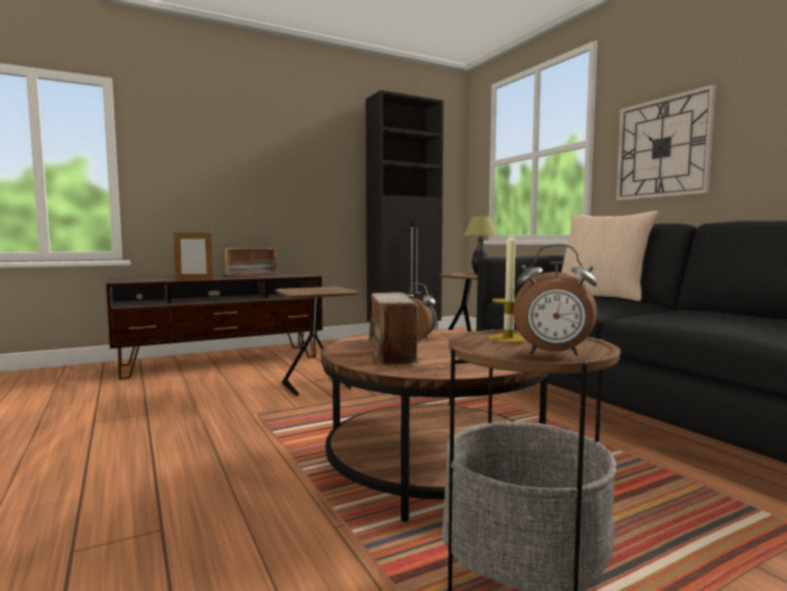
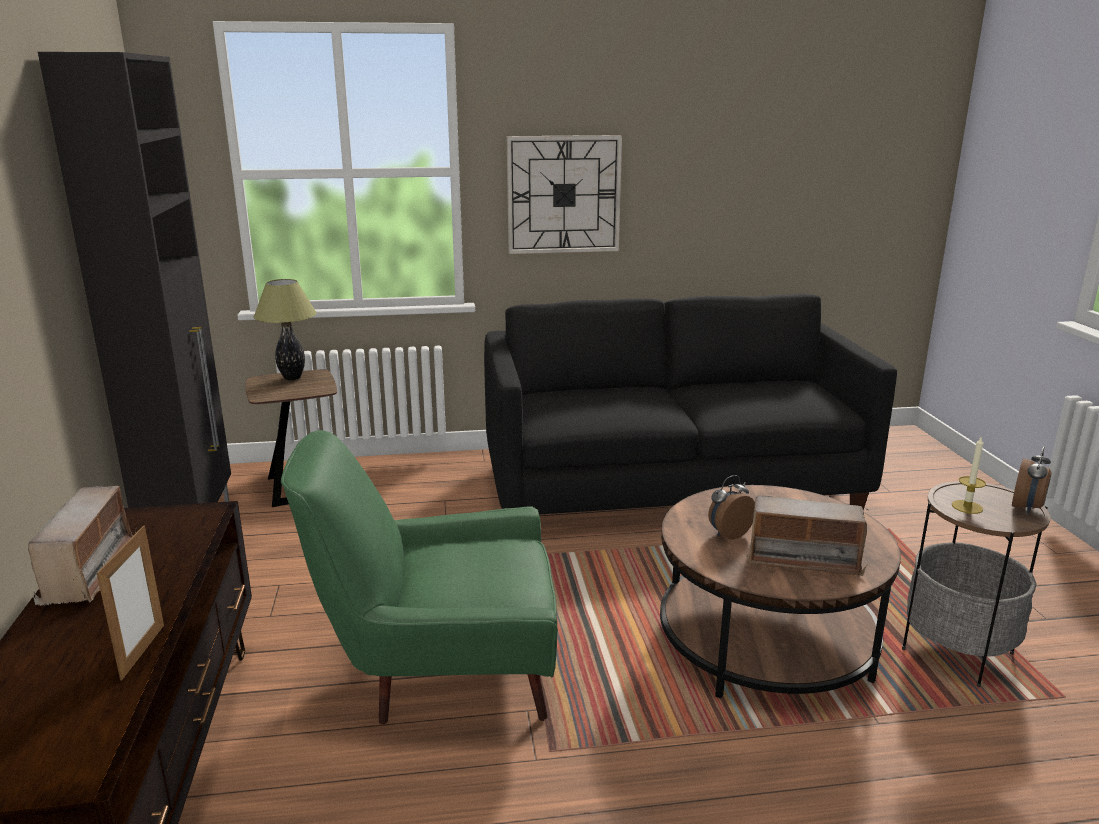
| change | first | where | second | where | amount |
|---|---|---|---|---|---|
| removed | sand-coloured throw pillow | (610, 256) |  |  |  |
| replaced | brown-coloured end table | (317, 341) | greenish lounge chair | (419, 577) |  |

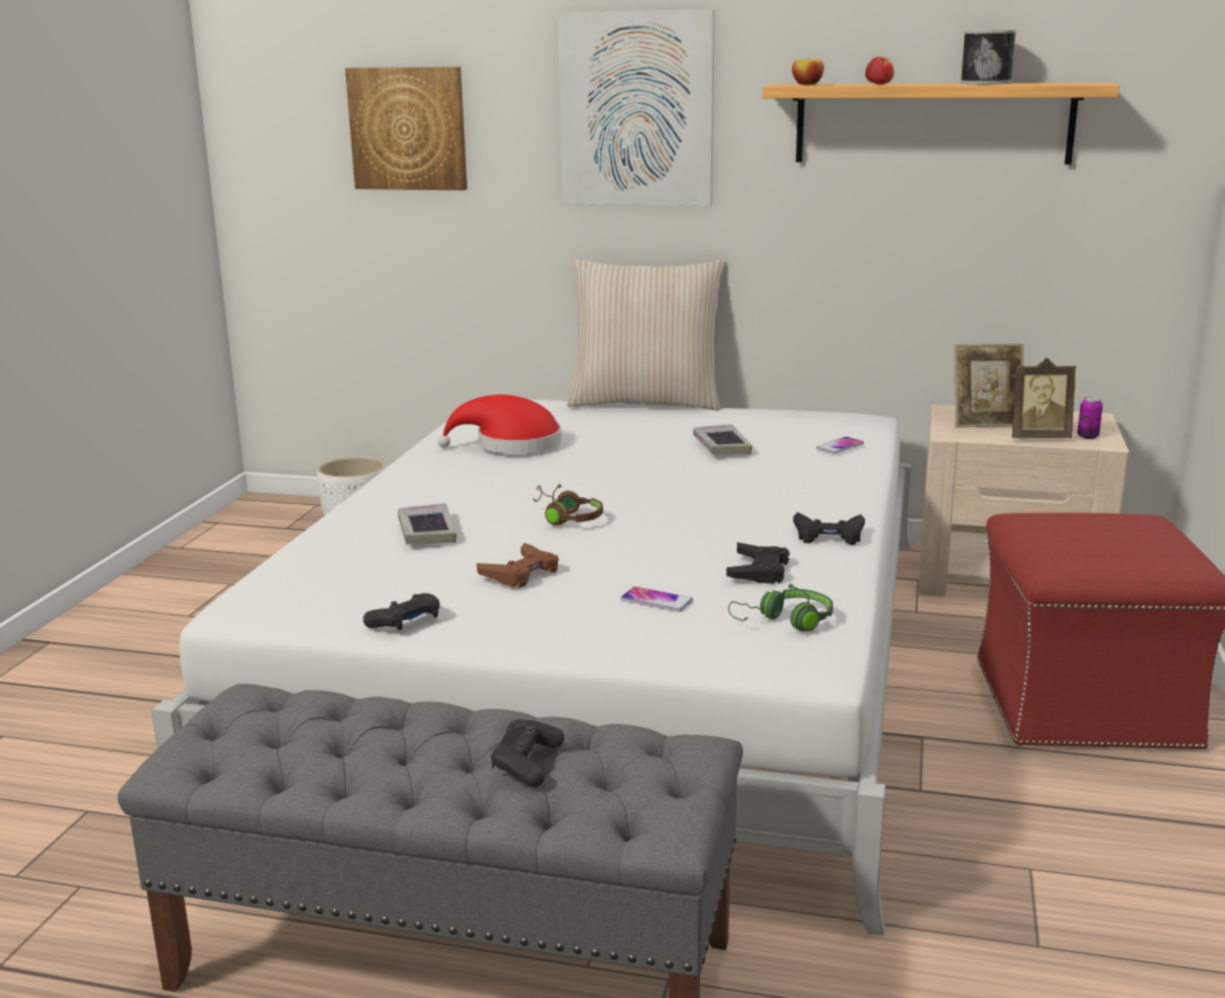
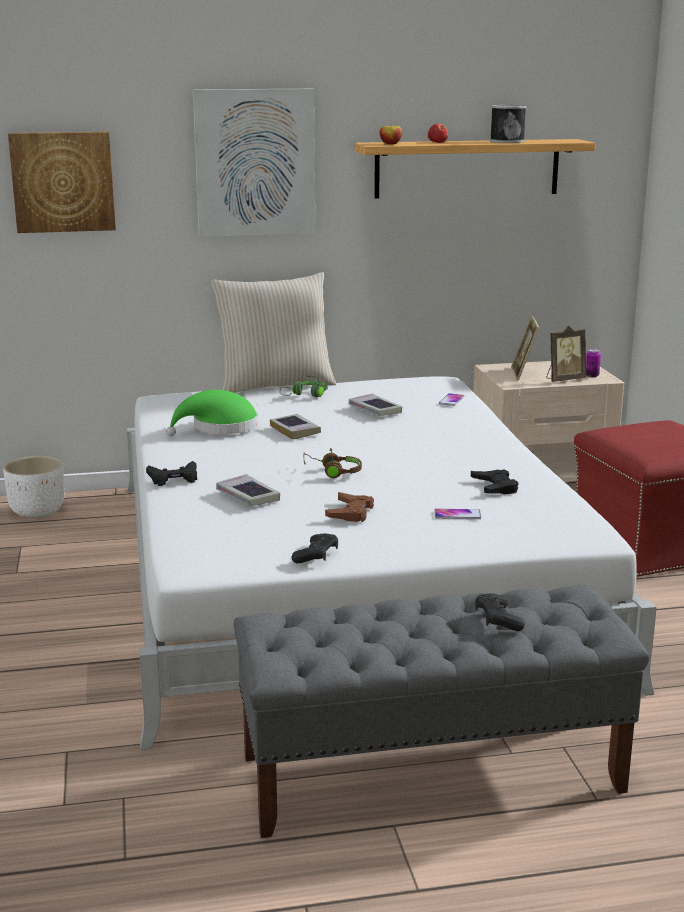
| change | first | where | second | where | amount |
|---|---|---|---|---|---|
| turned | picture frame | (989, 386) |  | (525, 348) | 120 degrees clockwise |
| recoloured | red-coloured clothing hat | (499, 424) | greenish clothing hat | (212, 413) |  |
| moved | blackish joypad | (829, 528) |  | (171, 473) |  |
| moved | greenish headphones | (780, 608) |  | (303, 386) |  |
| added |  |  | book | (295, 427) |  |

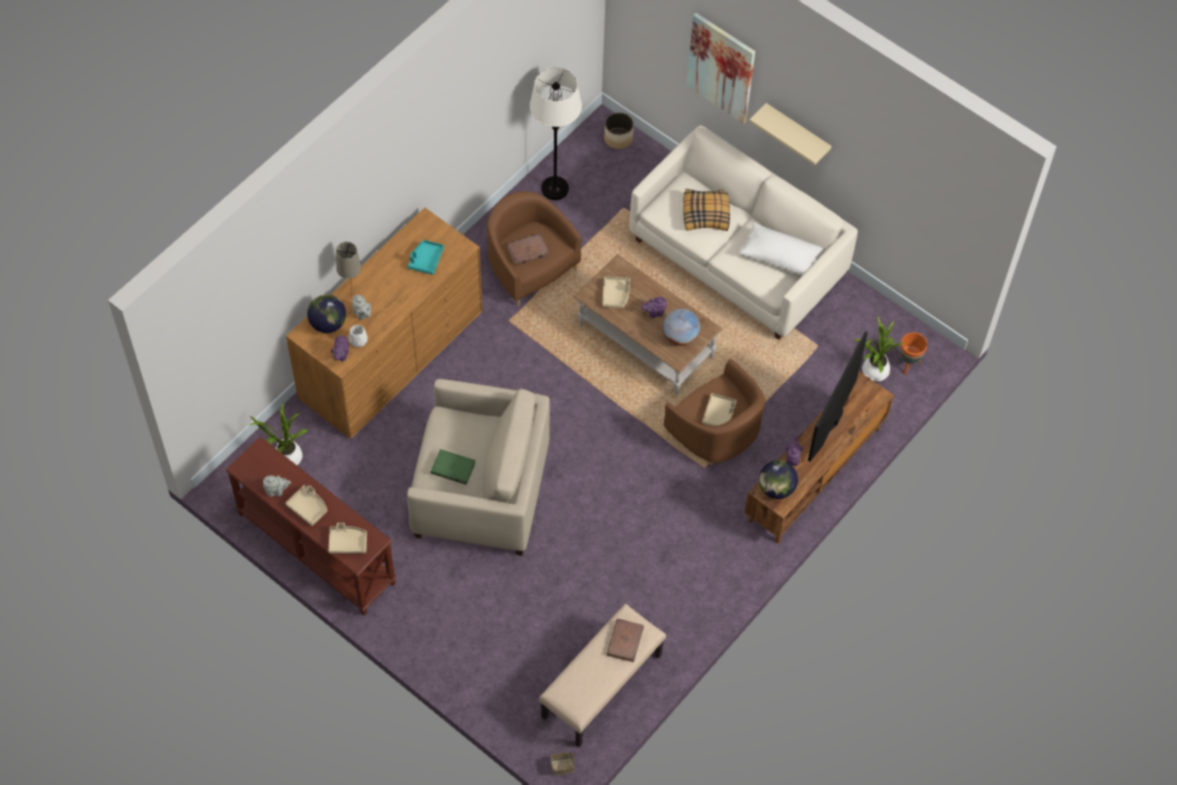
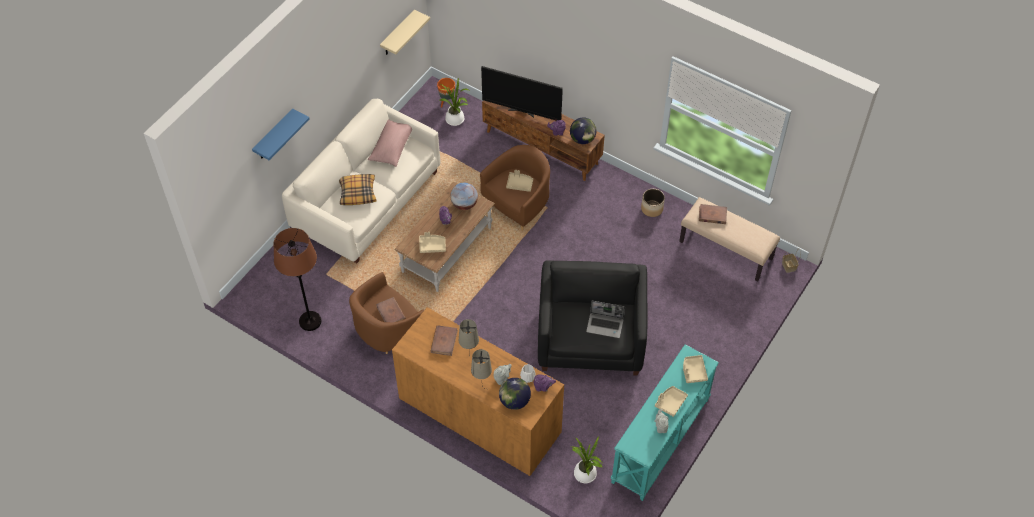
| change | first | where | second | where | amount |
|---|---|---|---|---|---|
| replaced | wall art | (721, 68) | blue-coloured shelf | (281, 134) |  |
| recoloured | white standing lamp | (556, 133) | brown-coloured standing lamp | (297, 279) |  |
| moved | sand-coloured shelf | (790, 134) |  | (405, 32) |  |
| moved | plant pot | (618, 130) |  | (653, 203) |  |
| recoloured | white throw pillow | (781, 248) | pink-coloured throw pillow | (390, 143) |  |
| replaced | turquoise-coloured carrying tray | (426, 257) | brown-coloured book | (444, 340) |  |
| recoloured | sand-coloured lounge chair | (478, 467) | blackish lounge chair | (592, 318) |  |
| recoloured | brown-coloured narrow table | (310, 526) | turquoise-coloured narrow table | (665, 422) |  |
| replaced | greenish book | (453, 467) | portable computer | (605, 319) |  |
| added |  |  | sand-coloured table lamp | (469, 336) |  |

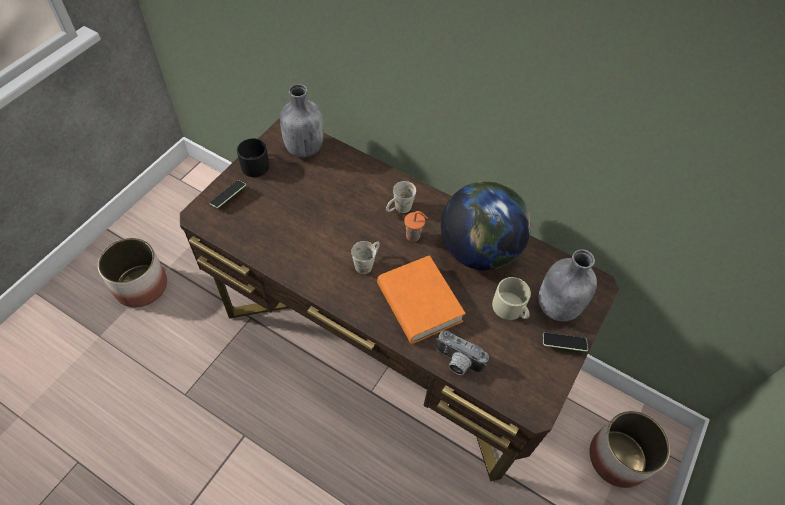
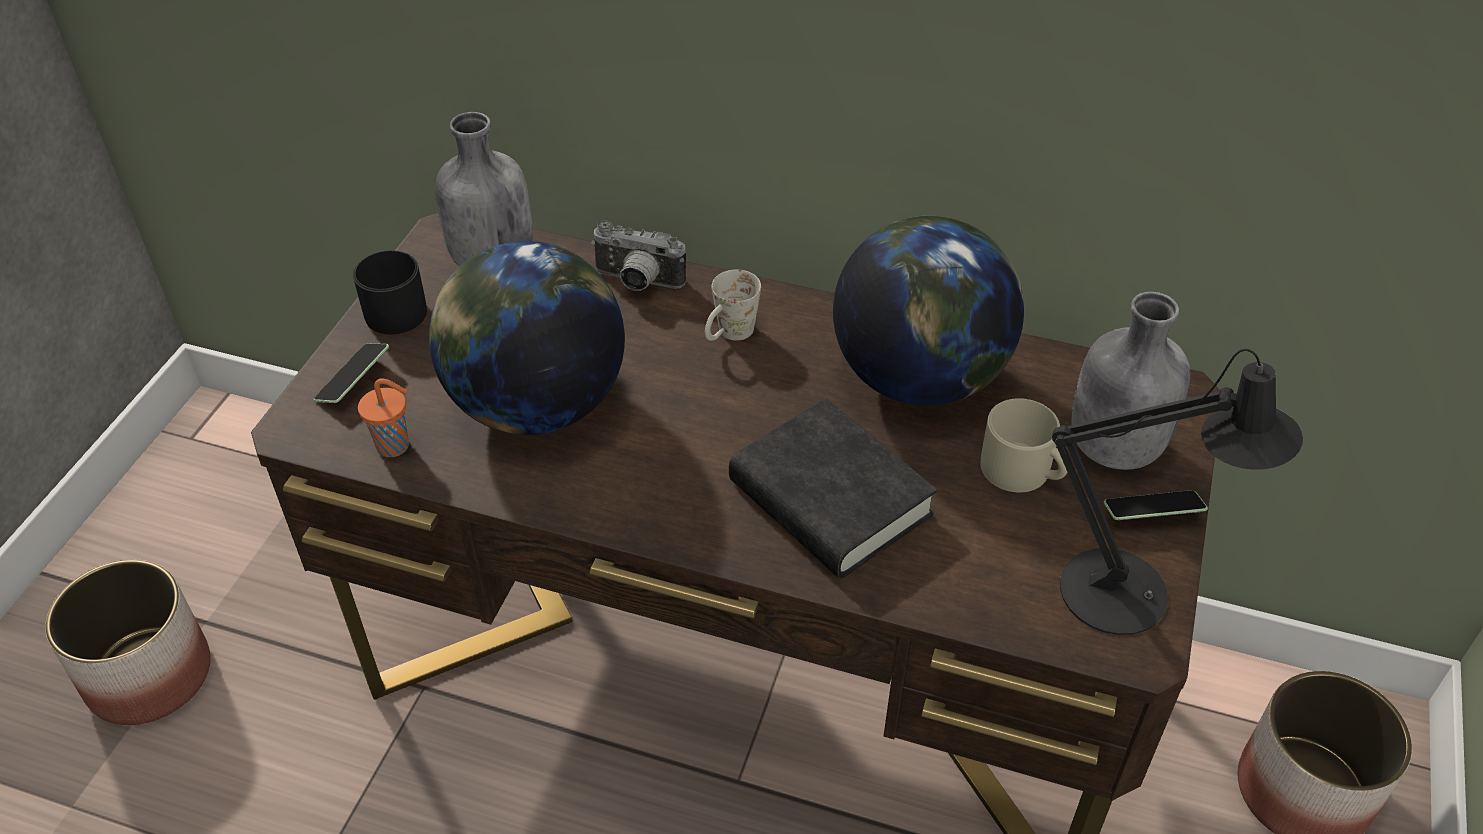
| change | first | where | second | where | amount |
|---|---|---|---|---|---|
| moved | orange-coloured cup | (416, 226) |  | (383, 418) |  |
| removed | white tea mug | (365, 257) |  |  |  |
| recoloured | orange-coloured book | (421, 299) | blackish book | (833, 488) |  |
| moved | photo camera | (462, 352) |  | (638, 256) |  |
| added |  |  | globe | (527, 338) |  |
| added |  |  | blackish table lamp | (1177, 492) |  |

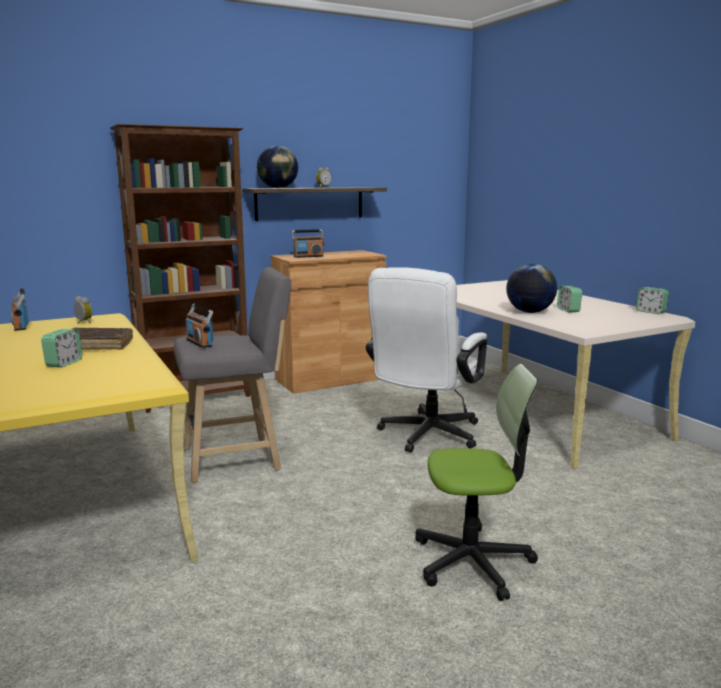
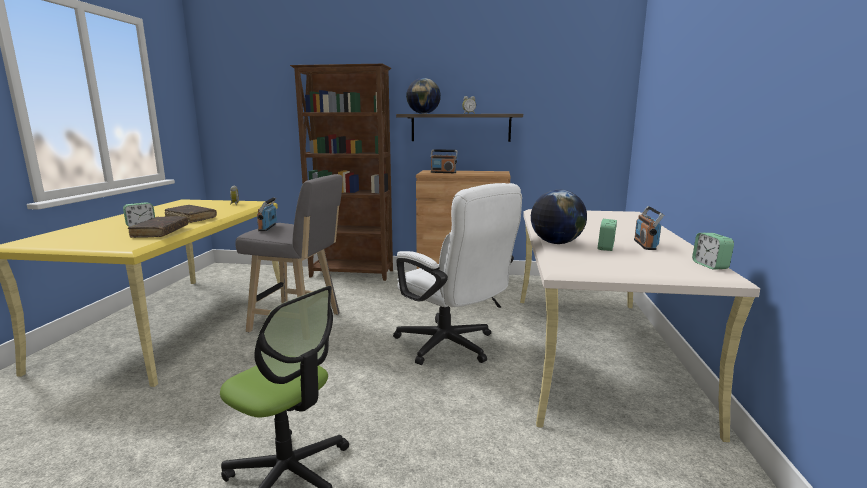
| change | first | where | second | where | amount |
|---|---|---|---|---|---|
| turned | white office chair | (426, 360) |  | (457, 274) | 105 degrees counterclockwise |
| moved | radio receiver | (20, 309) |  | (649, 228) |  |
| added |  |  | brown-coloured book | (158, 227) |  |

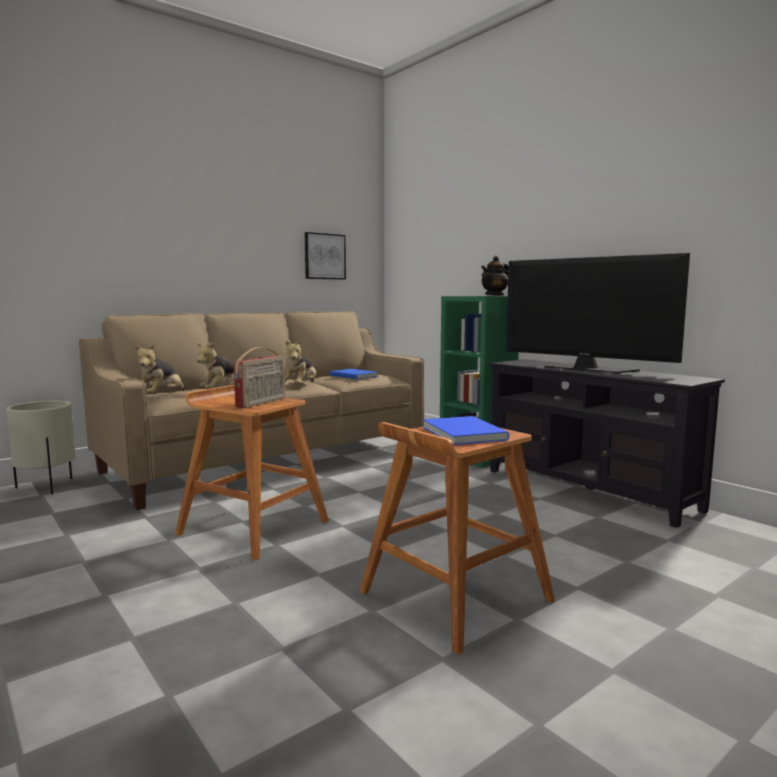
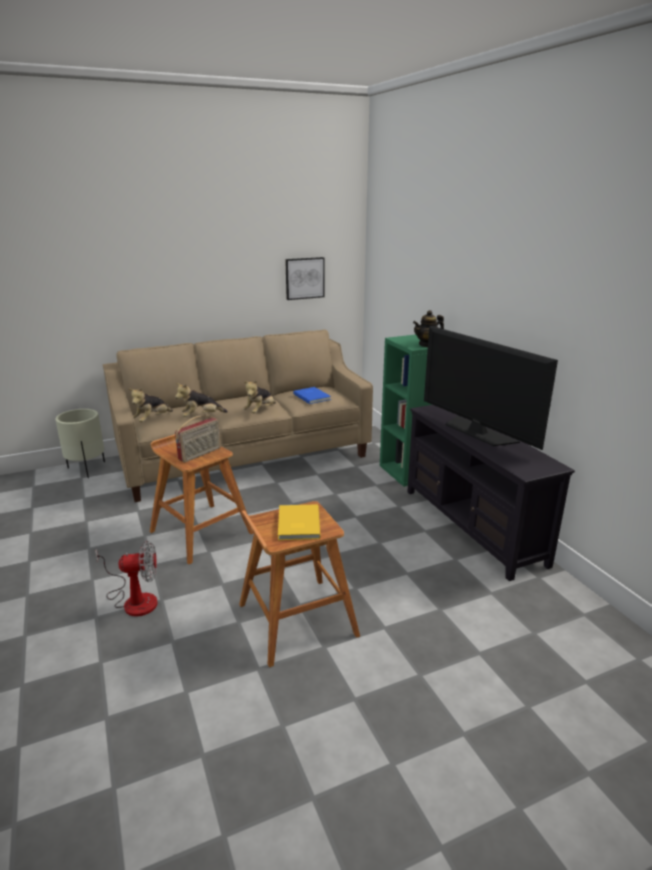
| change | first | where | second | where | amount |
|---|---|---|---|---|---|
| recoloured | blue-coloured book | (466, 430) | yellowish book | (299, 522) |  |
| added |  |  | electric fan | (126, 579) |  |

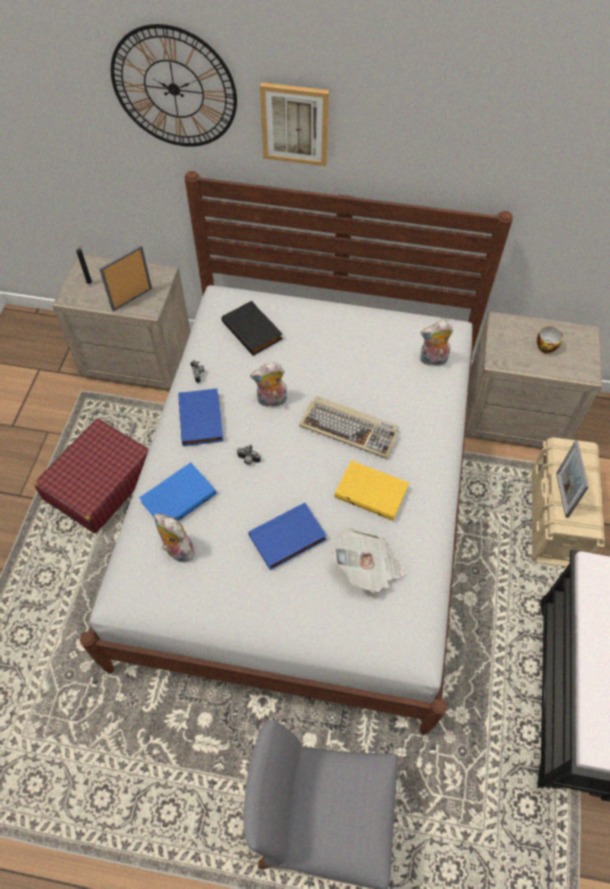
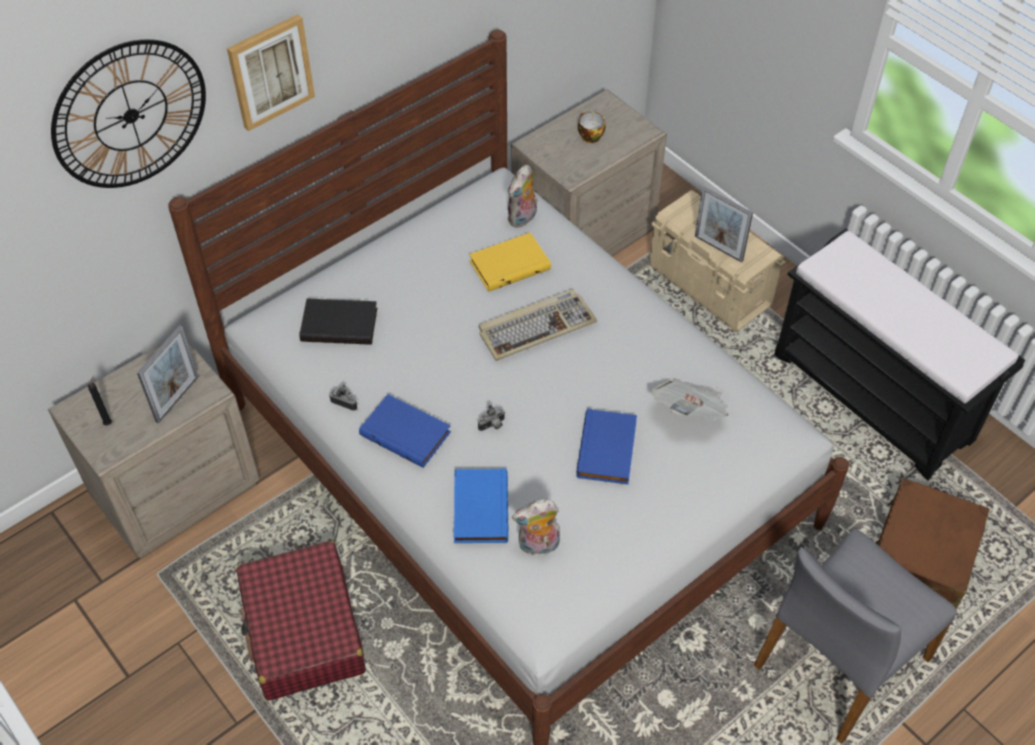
| change | first | where | second | where | amount |
|---|---|---|---|---|---|
| turned | picture frame | (125, 278) |  | (168, 374) | 150 degrees counterclockwise |
| removed | plush toy | (268, 384) |  |  |  |
| moved | yellowish book | (371, 490) |  | (510, 262) |  |
| added |  |  | brown-coloured suitcase | (933, 543) |  |

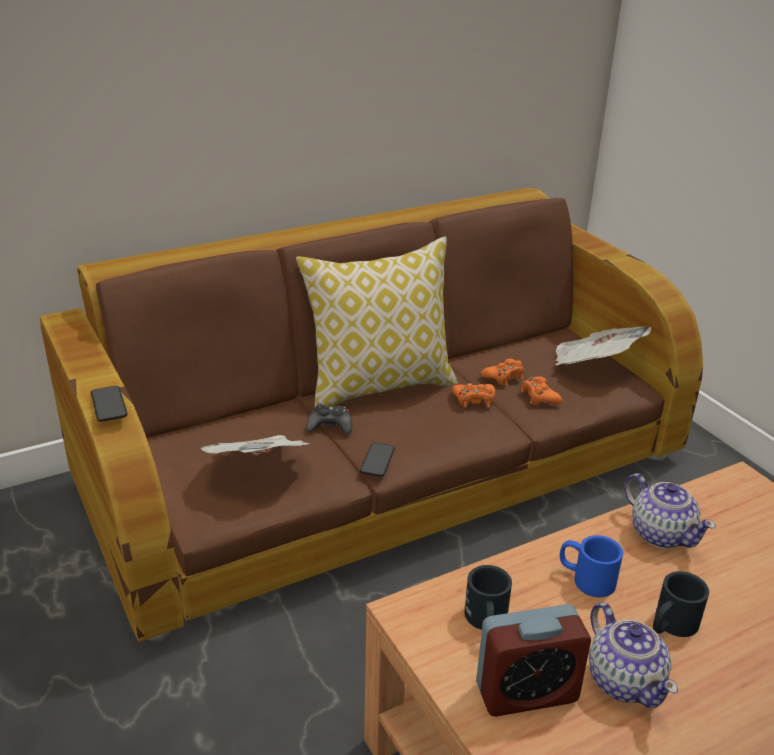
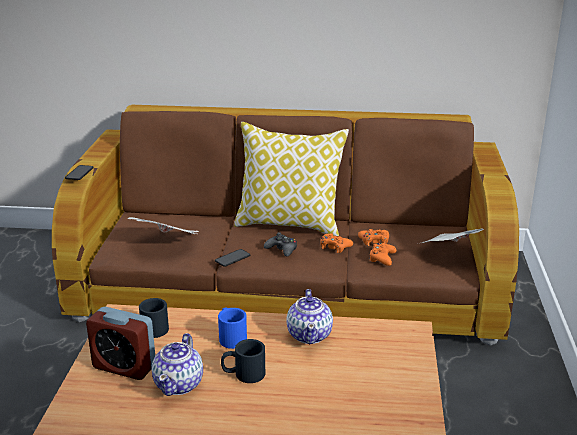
| change | first | where | second | where | amount |
|---|---|---|---|---|---|
| moved | blackish joypad | (329, 418) |  | (280, 244) |  |

